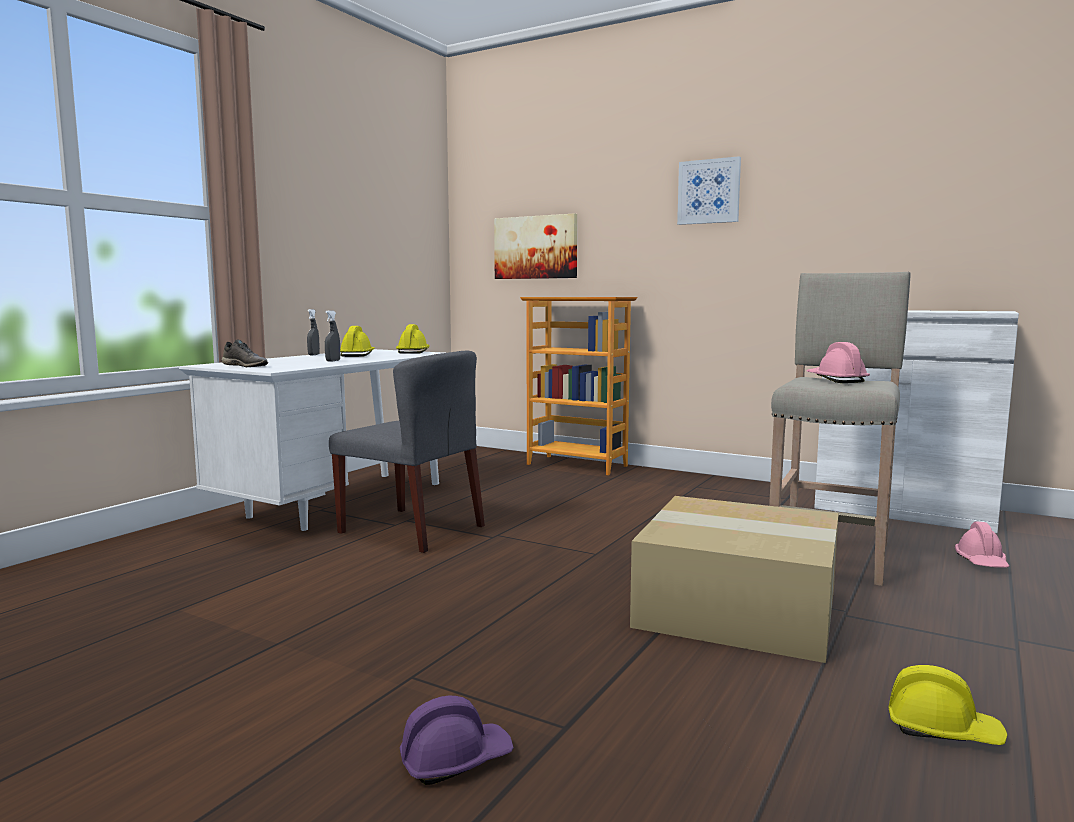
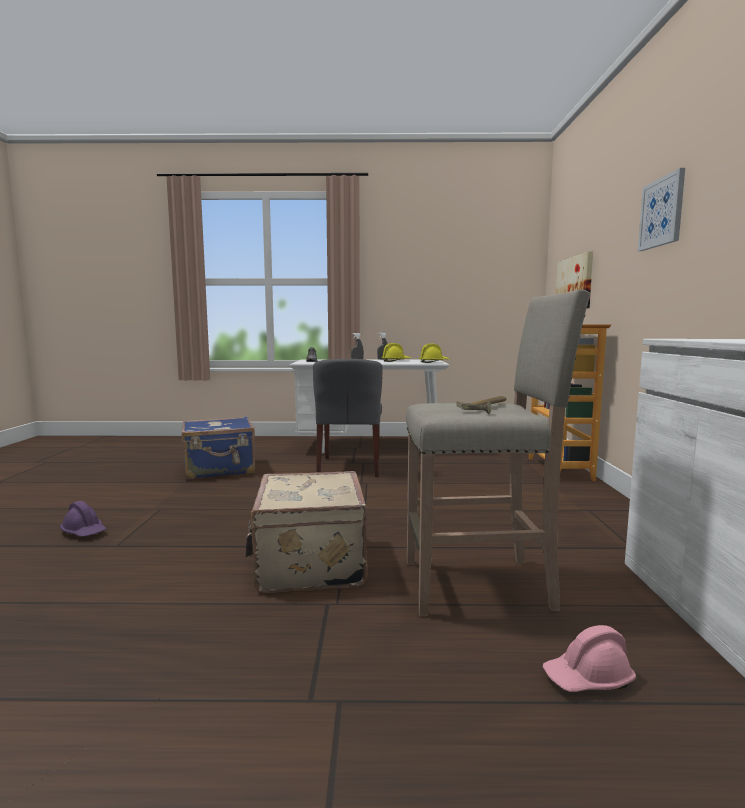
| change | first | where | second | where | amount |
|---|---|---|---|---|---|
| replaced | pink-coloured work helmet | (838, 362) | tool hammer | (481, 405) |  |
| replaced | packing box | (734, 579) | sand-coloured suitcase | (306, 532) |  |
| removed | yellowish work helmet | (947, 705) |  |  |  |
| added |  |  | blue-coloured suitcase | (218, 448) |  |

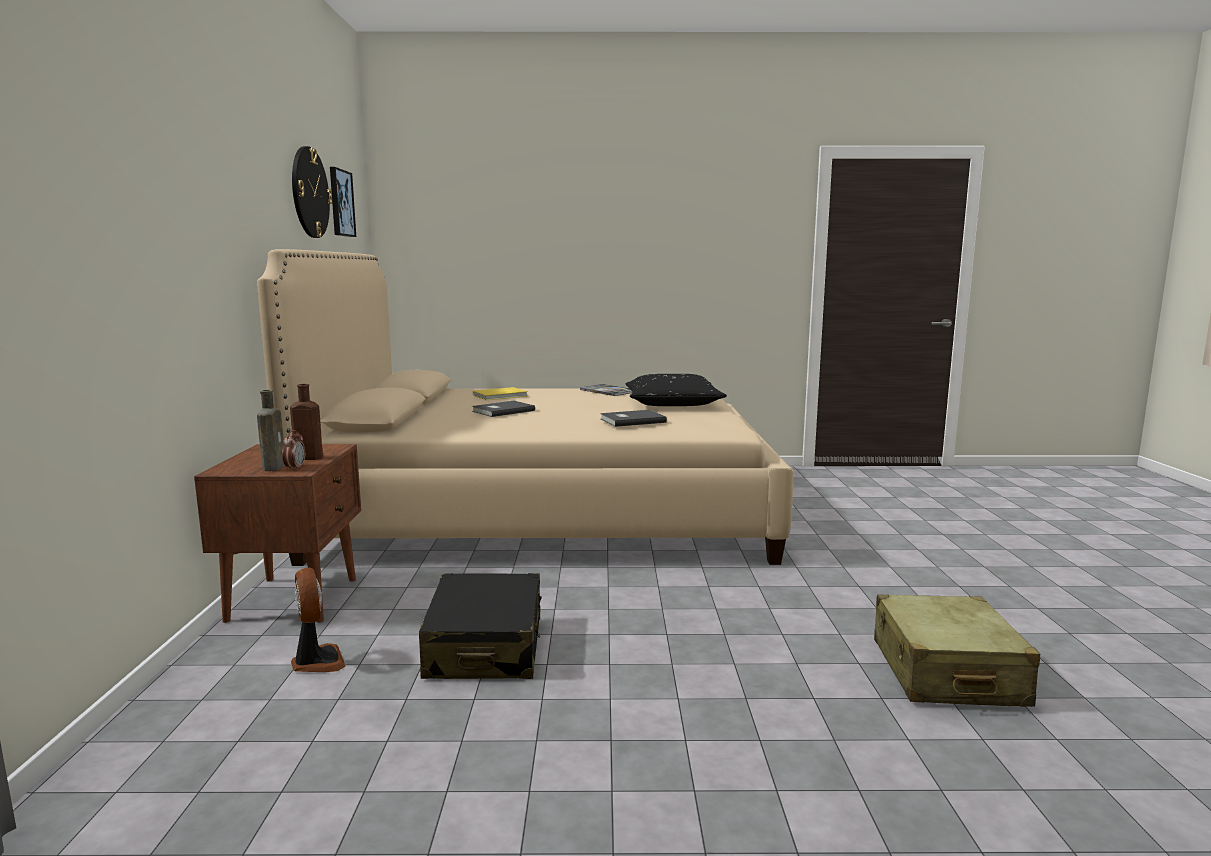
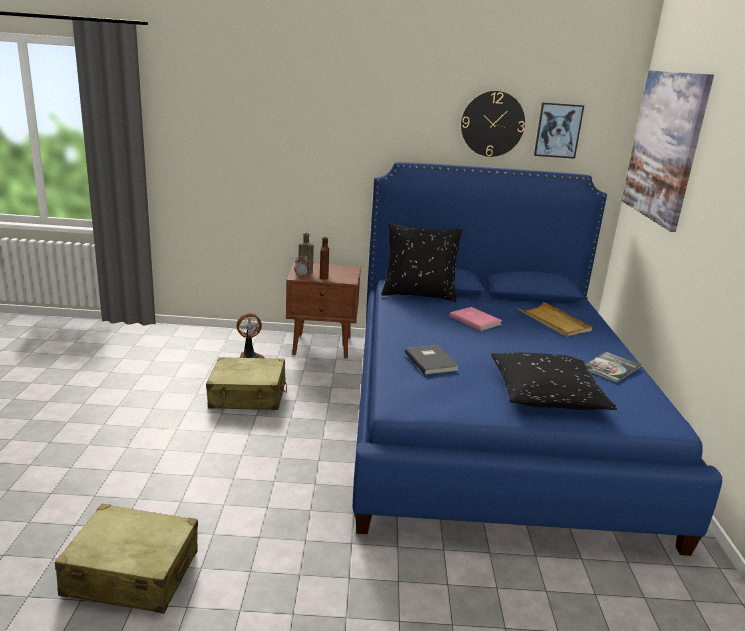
| change | first | where | second | where | amount |
|---|---|---|---|---|---|
| recoloured | sand-coloured bed | (525, 407) | blue-coloured bed | (537, 359) |  |
| replaced | yellowish book | (500, 393) | sand-coloured carrying tray | (554, 319) |  |
| recoloured | greyish book | (503, 409) | pink-coloured book | (476, 319) |  |
| recoloured | blackish suitcase | (480, 626) | sand-coloured suitcase | (246, 383) |  |
| added |  |  | wall art | (668, 151) |  |
| added |  |  | blackish throw pillow | (422, 262) |  |

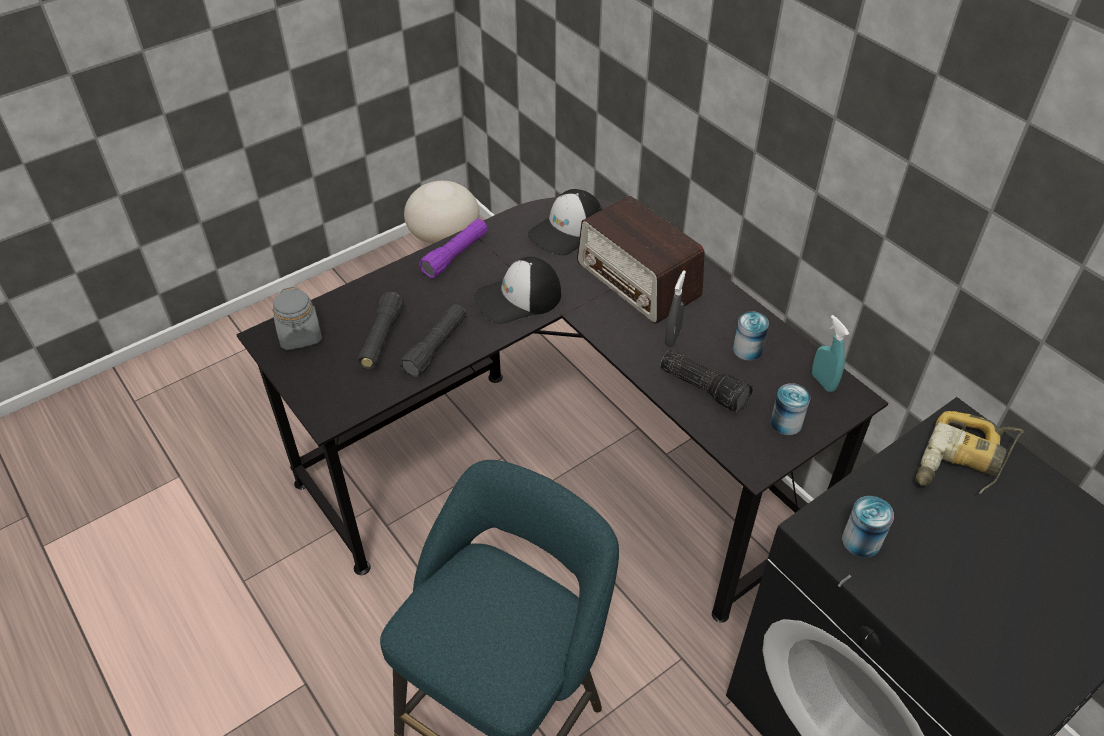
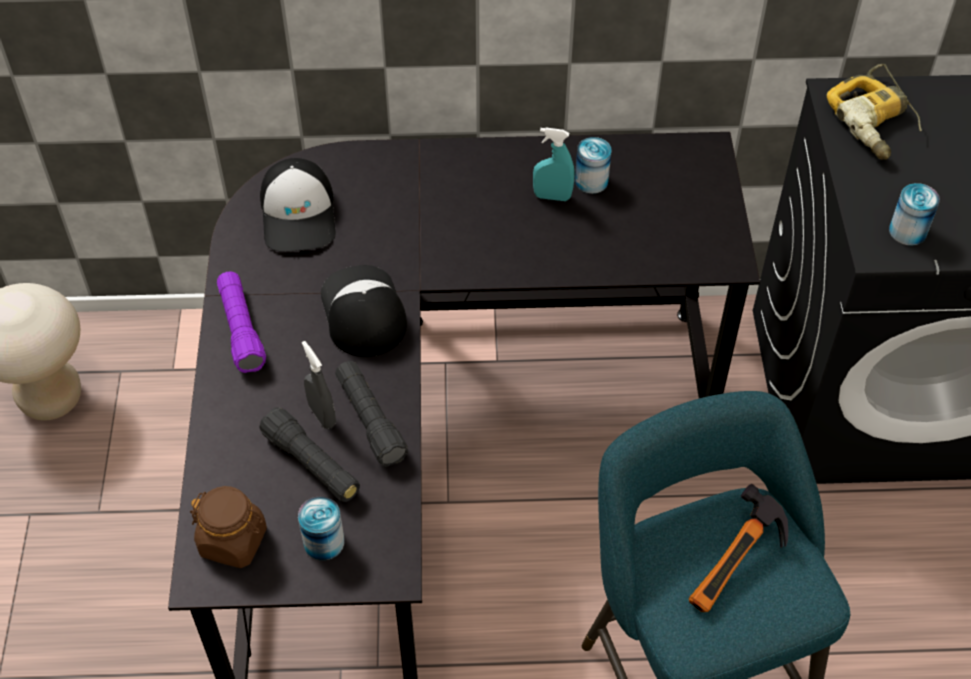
| change | first | where | second | where | amount |
|---|---|---|---|---|---|
| removed | radio receiver | (641, 259) |  |  |  |
| turned | baseball cap | (517, 290) |  | (364, 311) | 150 degrees clockwise |
| moved | greyish spray bottle | (675, 308) |  | (319, 385) |  |
| recoloured | greyish preserve jar | (297, 318) | brown-coloured preserve jar | (228, 527) |  |
| moved | turquoise-coloured spray bottle | (830, 353) |  | (553, 164) |  |
| removed | hand torch | (707, 381) |  |  |  |
| moved | sealed can | (790, 409) |  | (321, 529) |  |
| added |  |  | tool hammer | (738, 548) |  |

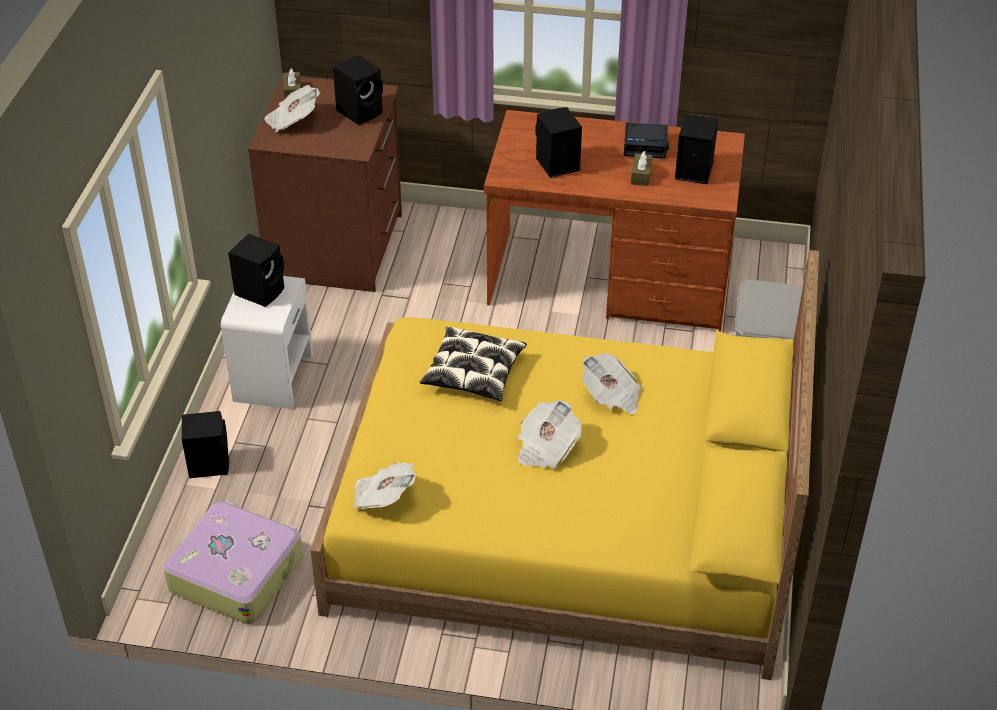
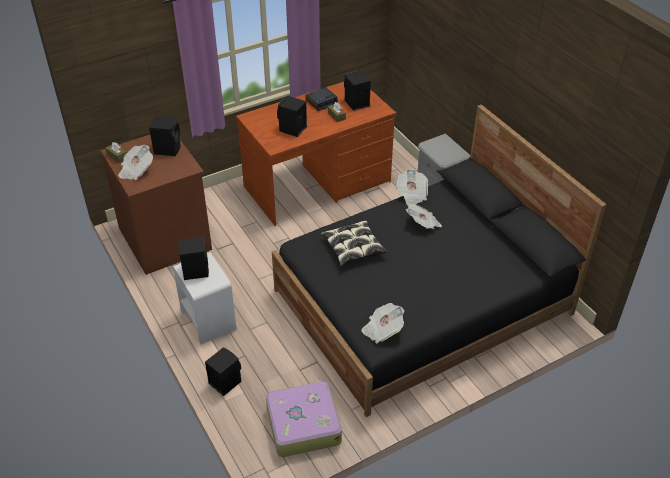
| change | first | where | second | where | amount |
|---|---|---|---|---|---|
| recoloured | yellowish bed | (564, 465) | blackish bed | (439, 260) |  |
| moved | daily paper | (550, 434) |  | (412, 187) |  |

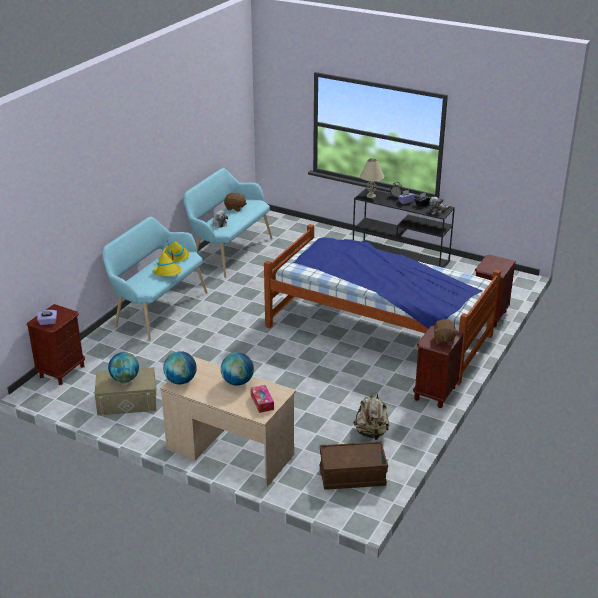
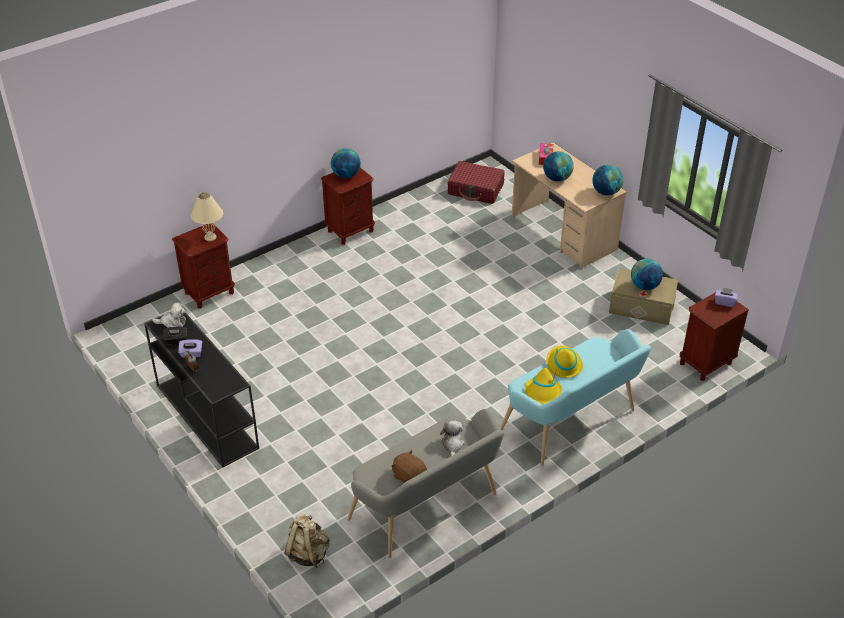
| change | first | where | second | where | amount |
|---|---|---|---|---|---|
| moved | sand-coloured table lamp | (372, 178) |  | (207, 216) |  |
| recoloured | turquoise-coloured indoor bench | (228, 223) | greyish indoor bench | (425, 483) |  |
| removed | bed | (382, 304) |  |  |  |
| replaced | brown-coloured plush toy | (445, 332) | globe | (346, 163) |  |
| moved | sand-coloured backpack | (371, 416) |  | (307, 541) |  |
| replaced | brown-coloured storage container | (353, 465) | red-coloured suitcase | (476, 182) |  |

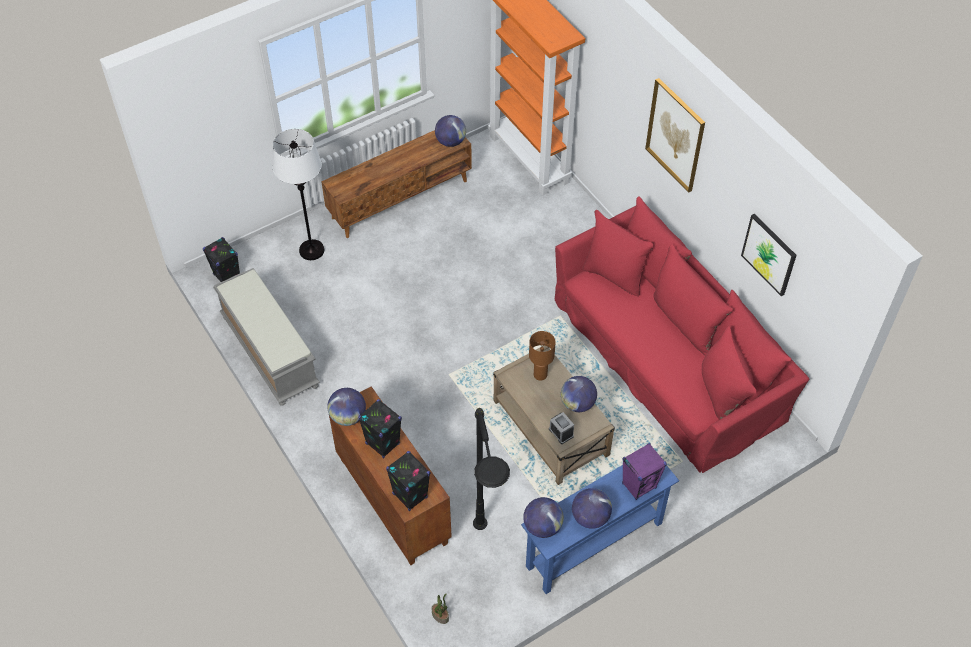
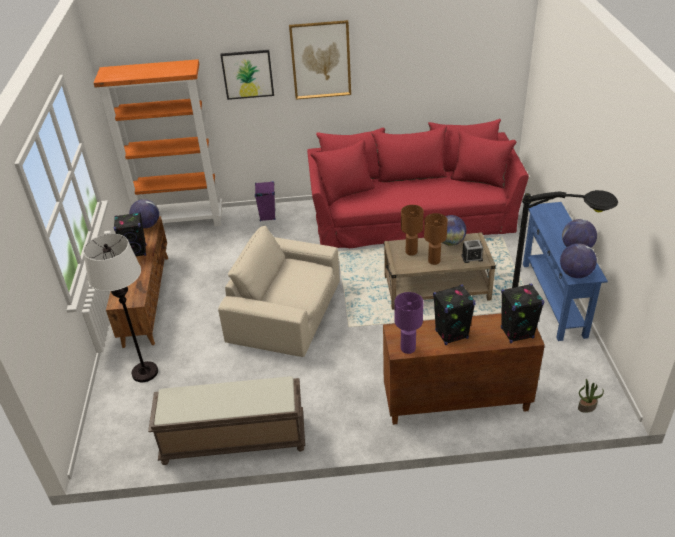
| change | first | where | second | where | amount |
|---|---|---|---|---|---|
| moved | wall art | (769, 254) |  | (247, 75) |  |
| moved | blackish speaker | (221, 259) |  | (130, 234) |  |
| recoloured | greyish indoor bench | (266, 337) | brown-coloured indoor bench | (226, 420) |  |
| replaced | globe | (346, 407) | purple-coloured table lamp | (409, 323) |  |
| moved | purple-coloured speaker | (644, 471) |  | (265, 201) |  |
| added |  |  | brown-coloured table lamp | (436, 239) |  |
| added |  |  | sand-coloured lounge chair | (279, 291) |  |

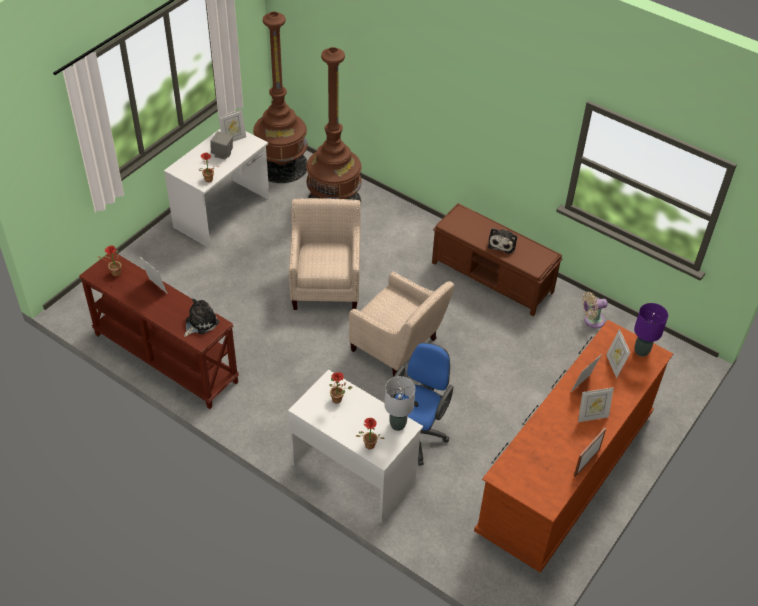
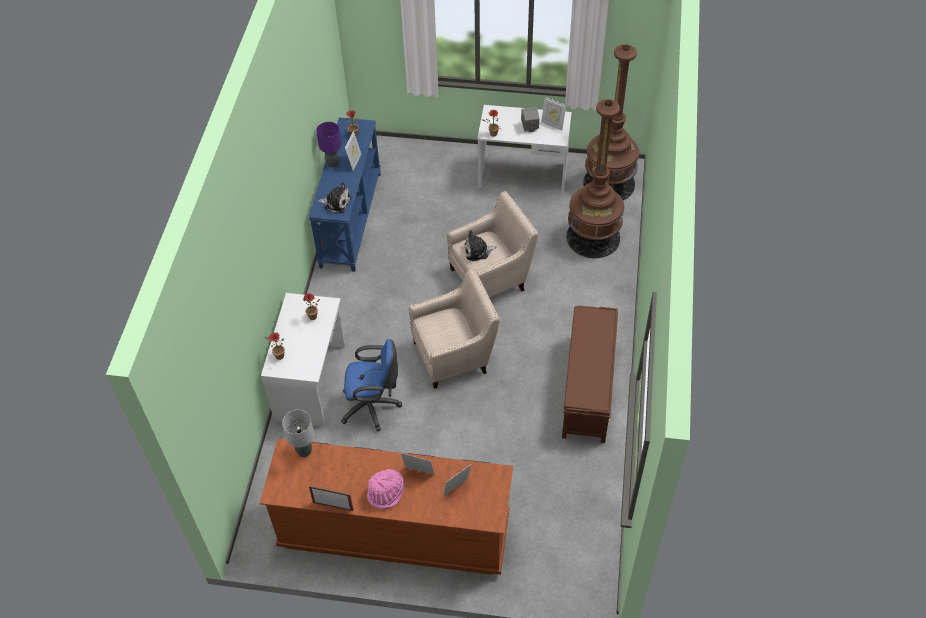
| change | first | where | second | where | amount |
|---|---|---|---|---|---|
| moved | plush toy | (502, 241) |  | (480, 245) |  |
| recoloured | brown-coloured narrow table | (159, 331) | blue-coloured narrow table | (345, 195) |  |
| turned | sand-coloured lounge chair | (401, 324) |  | (454, 329) | 120 degrees counterclockwise |
| removed | sand-coloured electric fan | (595, 310) |  |  |  |
| moved | purple-coloured table lamp | (651, 330) |  | (328, 144) |  |
| moved | greyish table lamp | (400, 403) |  | (298, 433) |  |
| replaced | picture frame | (596, 404) | pink-coloured clothing hat | (385, 489) |  |

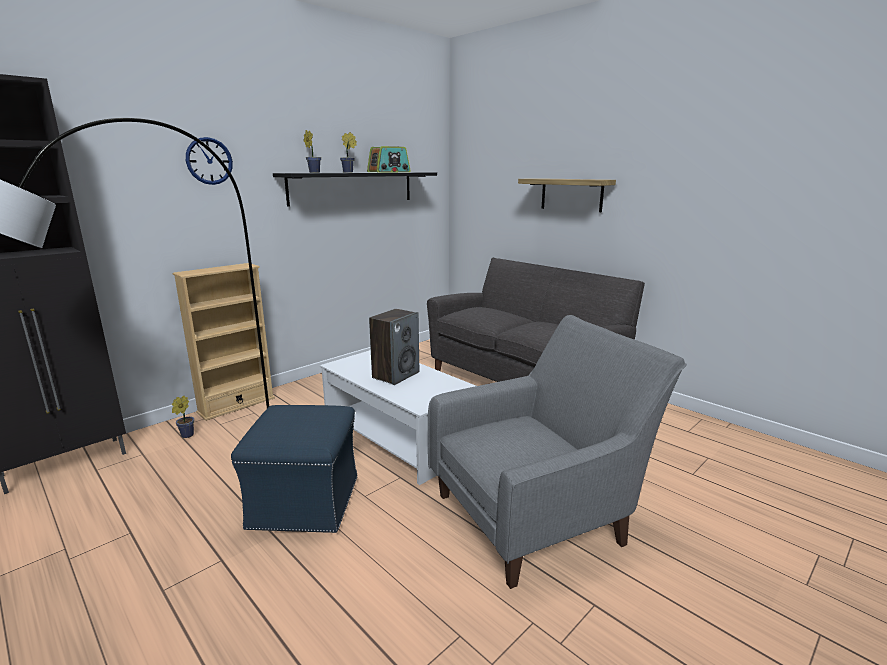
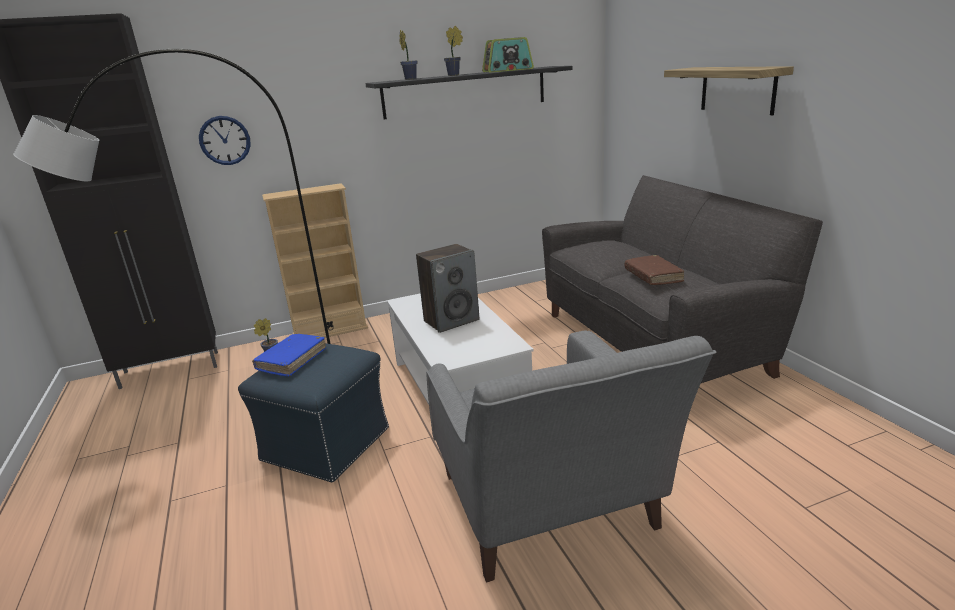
| change | first | where | second | where | amount |
|---|---|---|---|---|---|
| moved | wall clock | (209, 161) |  | (225, 140) |  |
| turned | greyish lounge chair | (557, 452) |  | (571, 456) | 75 degrees clockwise |
| added |  |  | brown-coloured book | (654, 270) |  |
| added |  |  | blue-coloured book | (289, 355) |  |

